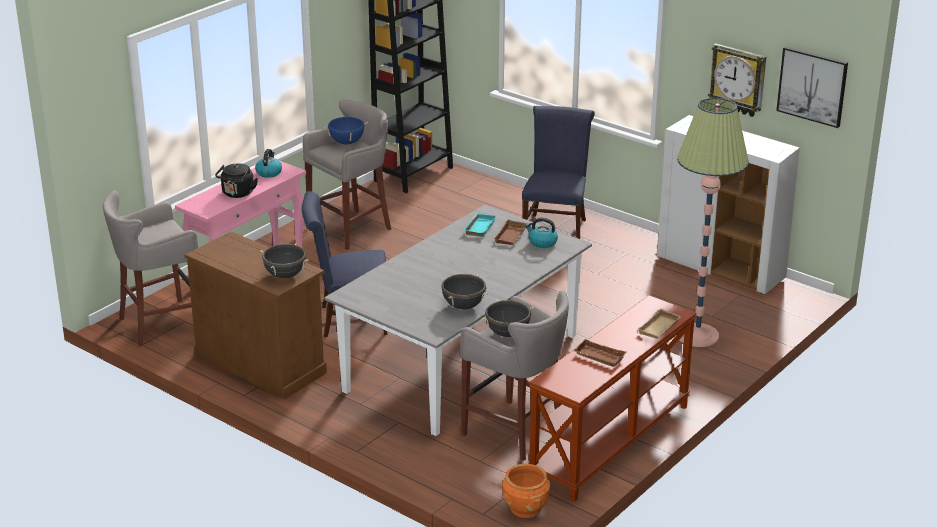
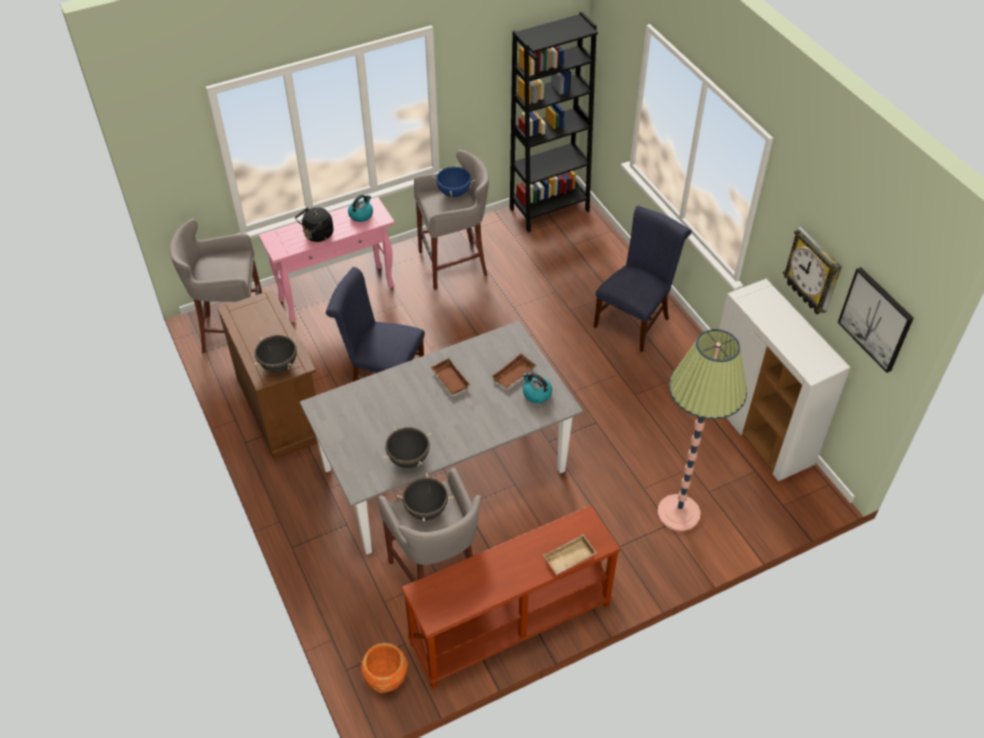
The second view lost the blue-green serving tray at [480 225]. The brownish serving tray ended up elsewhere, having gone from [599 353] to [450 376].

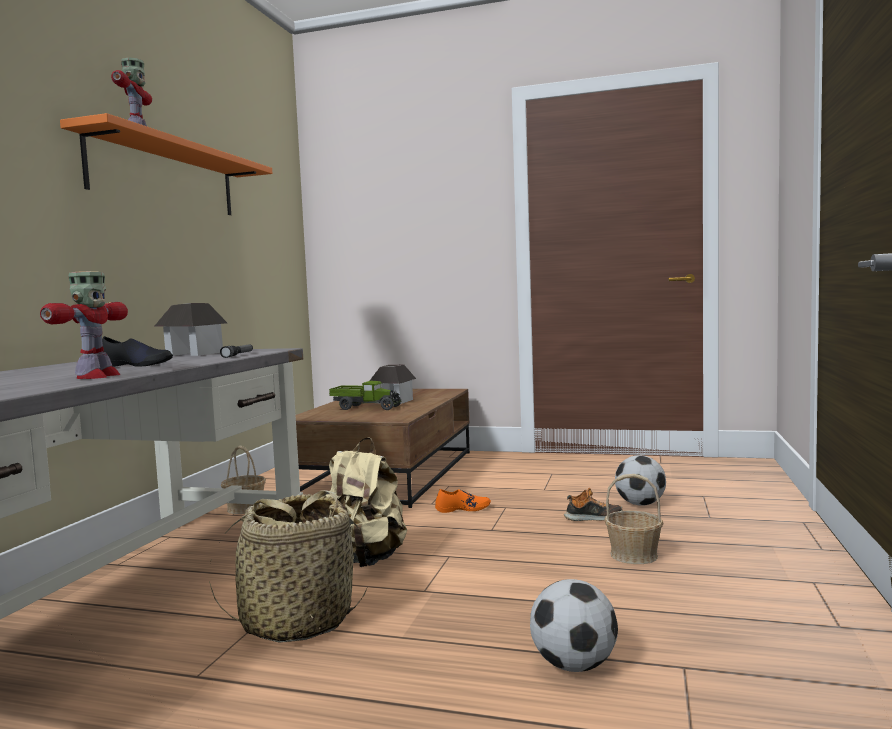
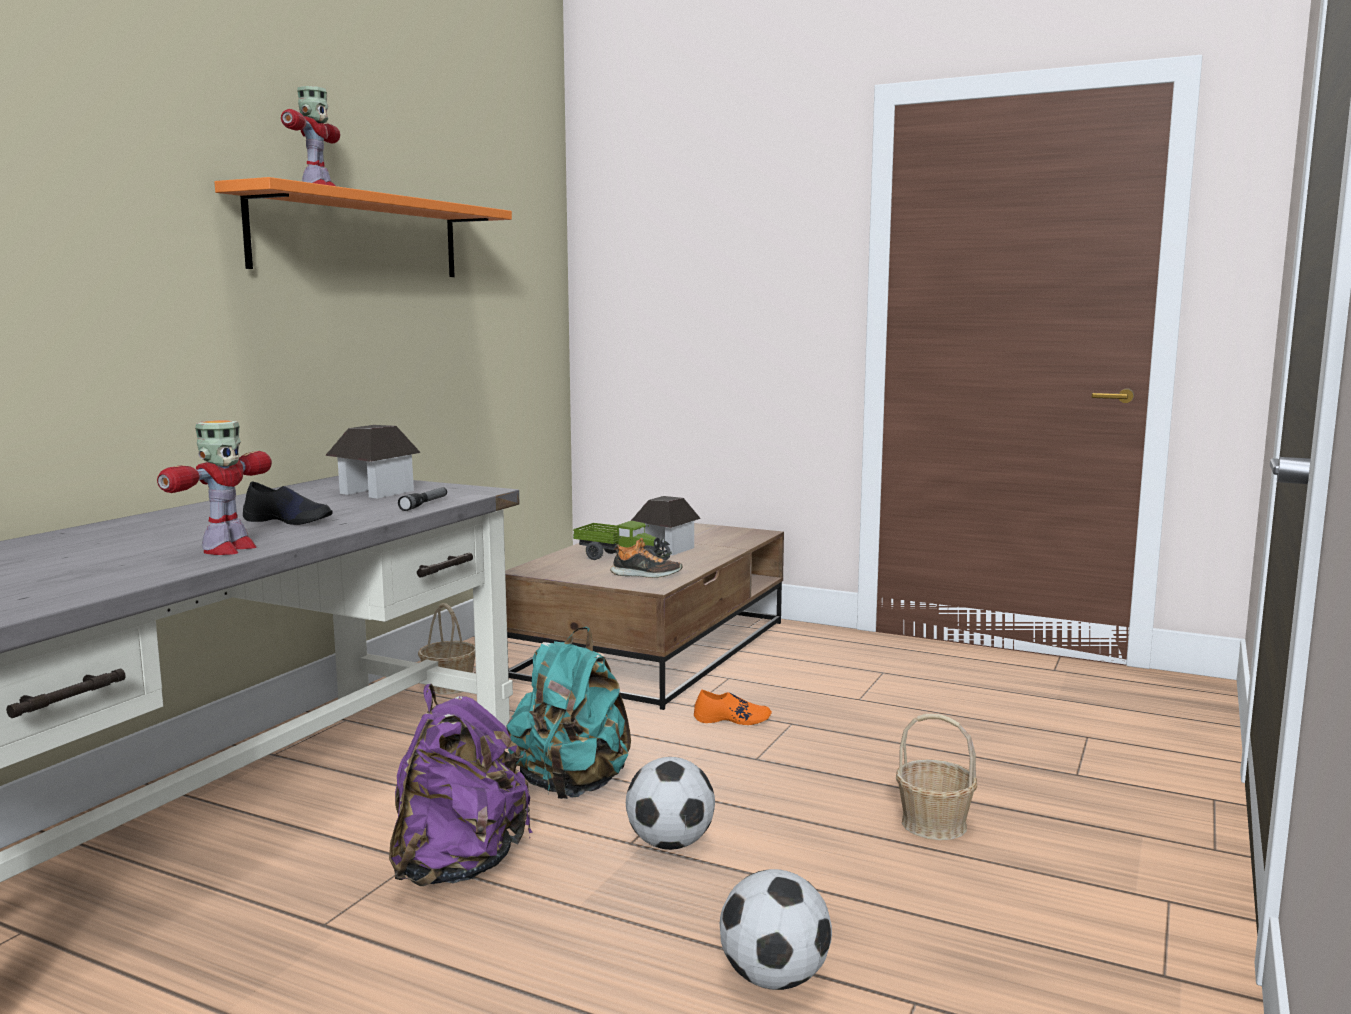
Where the household basket stood at [288 566], the purplish rucksack came to stand at [461 785]. What was the beige-coloured rucksack at [366 502] turned into the blue-green rucksack at [568 713]. The low shoe ended up elsewhere, having gone from [593 504] to [646 558]. The football ended up elsewhere, having gone from [640 480] to [670 803].

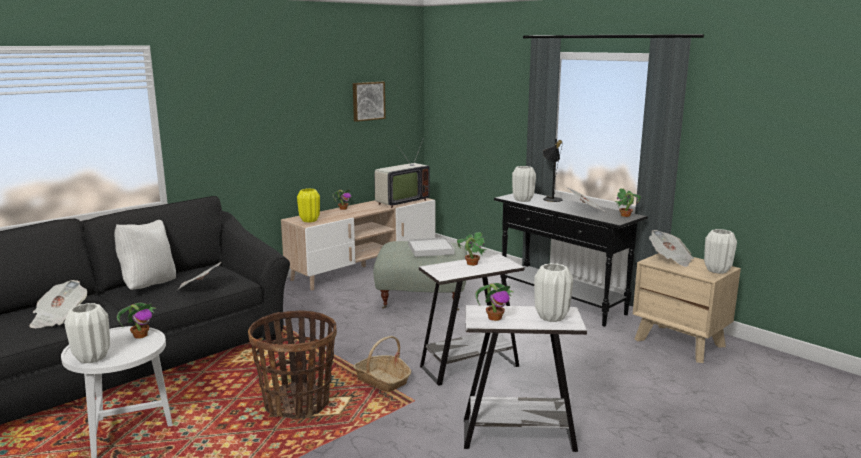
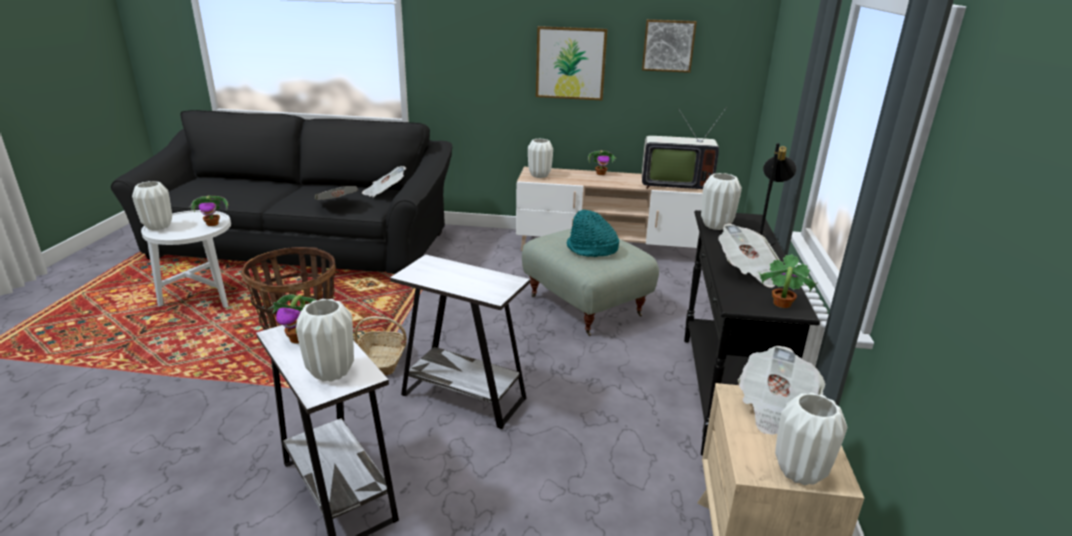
The printed paper ended up elsewhere, having gone from [58 304] to [384 181]. The second view lost the white throw pillow at [145 255]. What was the yellowish vase at [308 205] turned into the white vase at [540 158]. Where the white serving tray stood at [431 247], the blue-green hat came to stand at [593 233]. The second view lost the houseplant at [472 249]. The second view gained the wall art at [571 63].

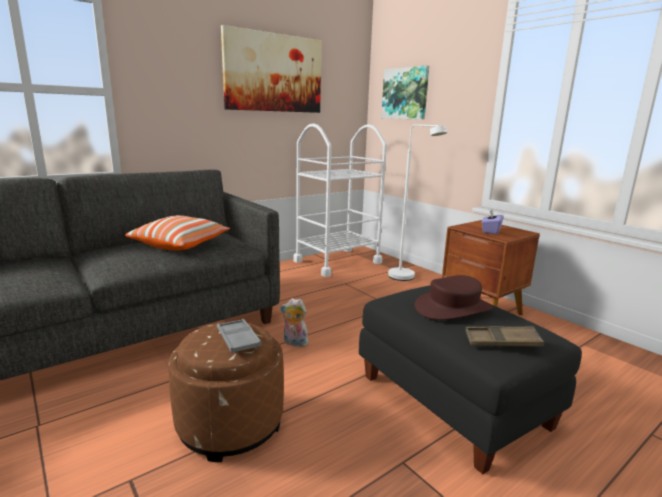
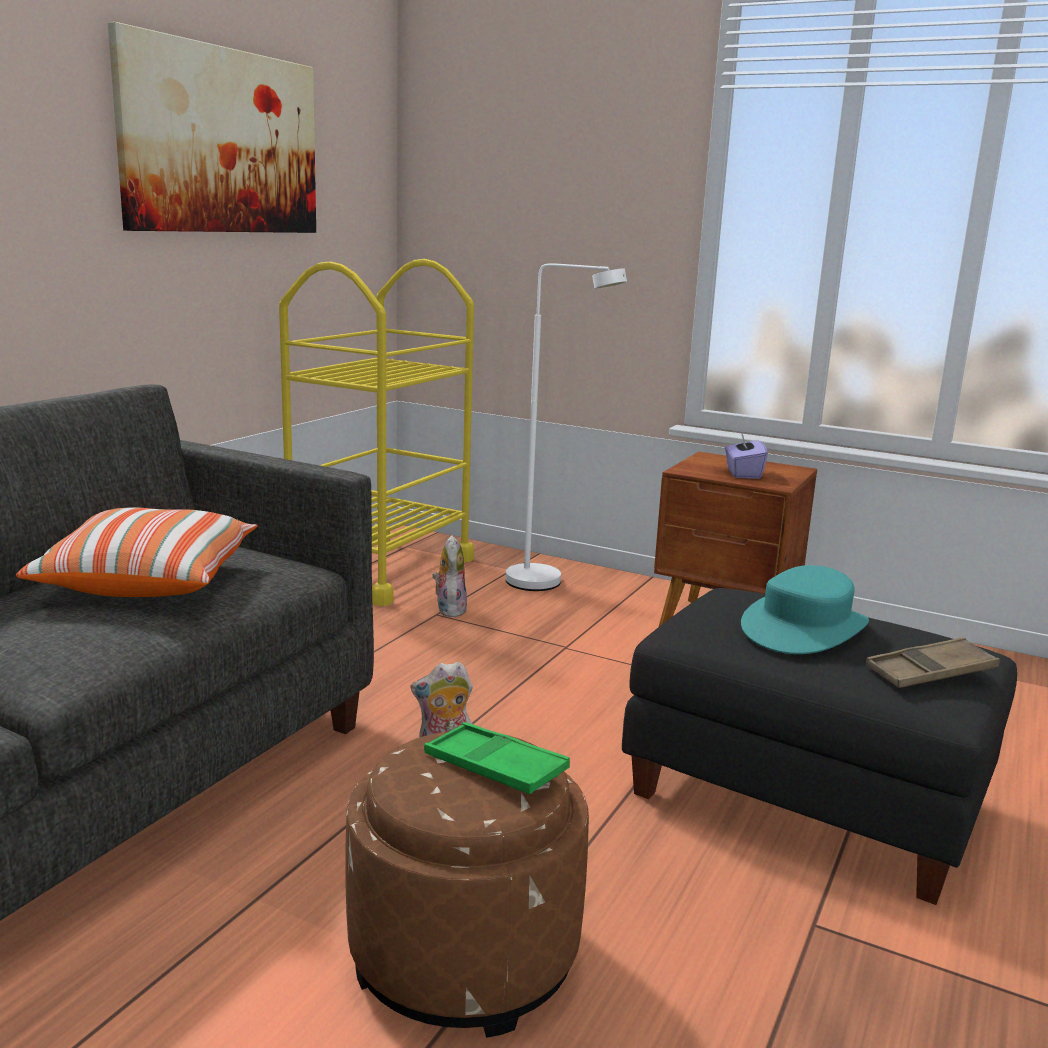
What was the gray serving tray at [239 336] turned into the greenish serving tray at [497 758]. What was the white cart at [340 200] turned into the yellowish cart at [376 432]. The second view lost the wall art at [405 93]. What was the brownish hat at [454 297] turned into the blue-green hat at [805 609]. The second view gained the soft toy at [449 576].

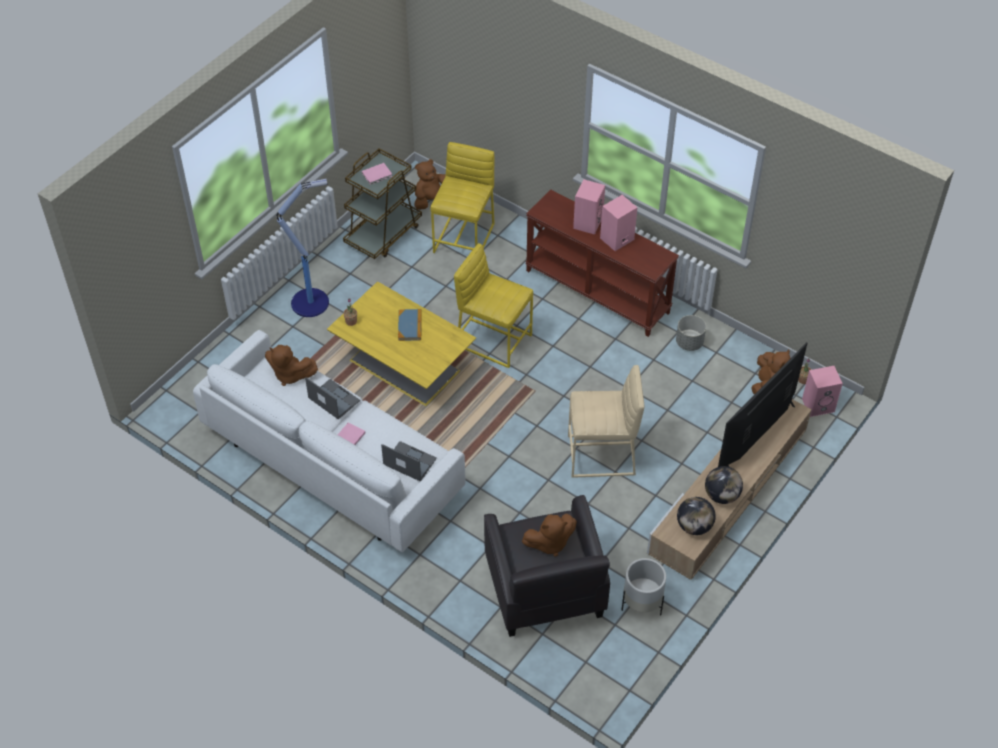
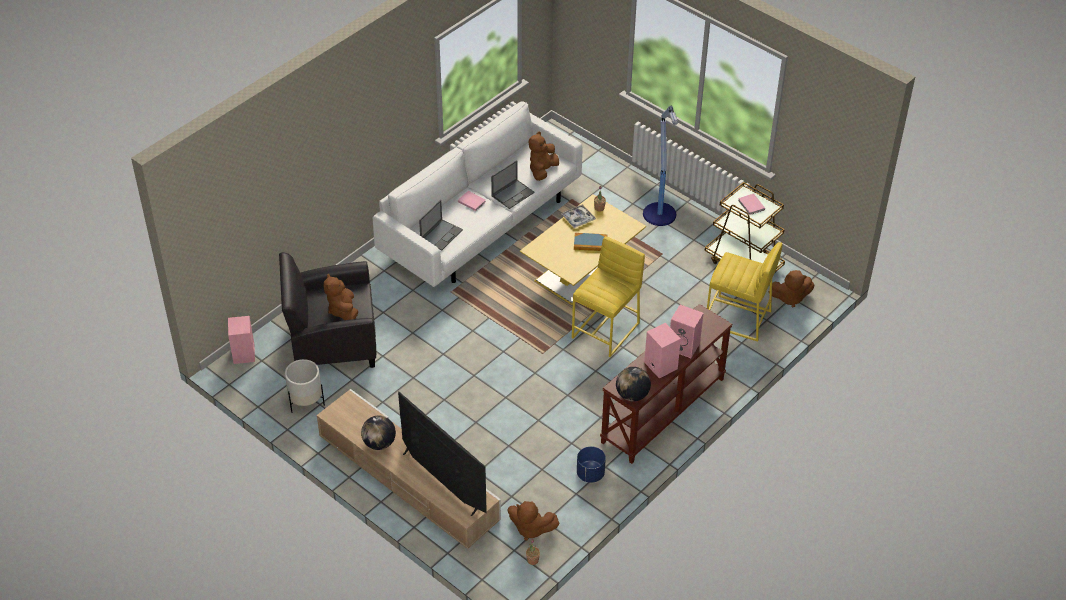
The brownish soft toy at [430 184] ended up facing another way, 120 degrees clockwise from before. The second view lost the beige-coloured stool at [606 421]. What was the gray planter at [691 333] turned into the blue planter at [591 464]. The globe ended up elsewhere, having gone from [696 516] to [633 384]. The pink-coloured audio speaker ended up elsewhere, having gone from [822 391] to [241 340]. The second view gained the serving tray at [578 216].

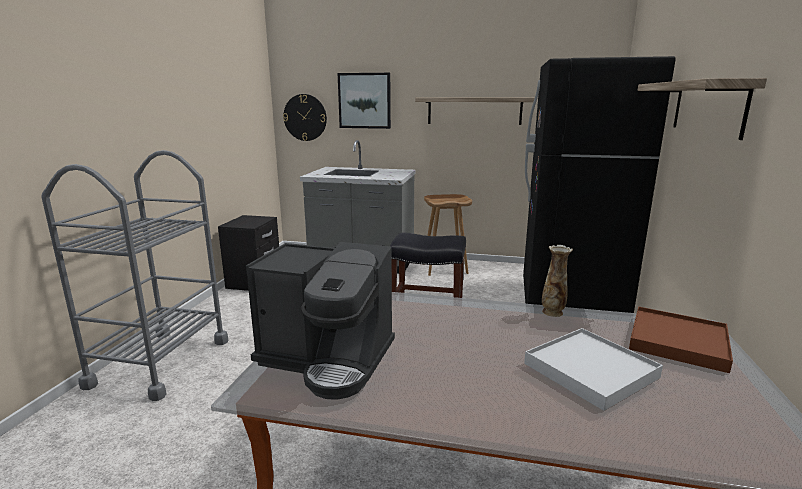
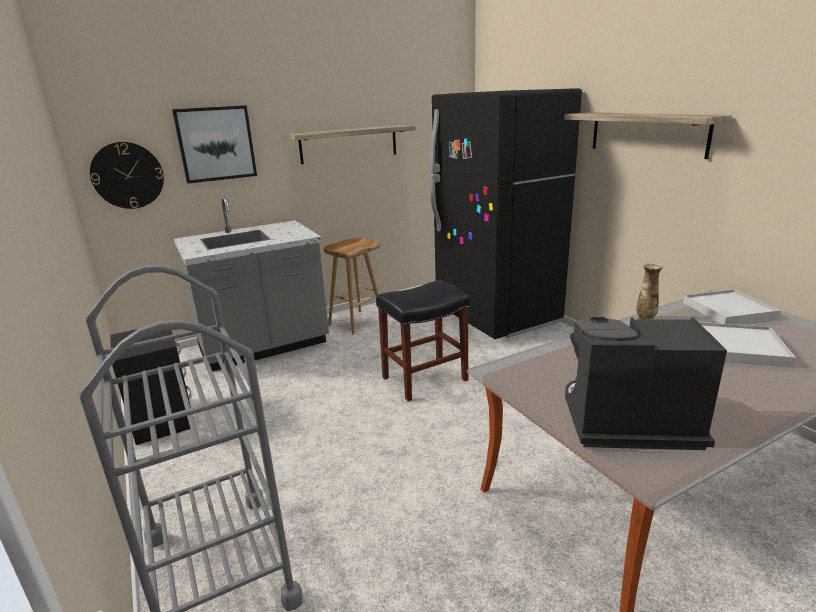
The coffee brewer at [320 321] ended up facing another way, 150 degrees counterclockwise from before. What was the brownish serving tray at [681 339] turned into the white serving tray at [732 306].

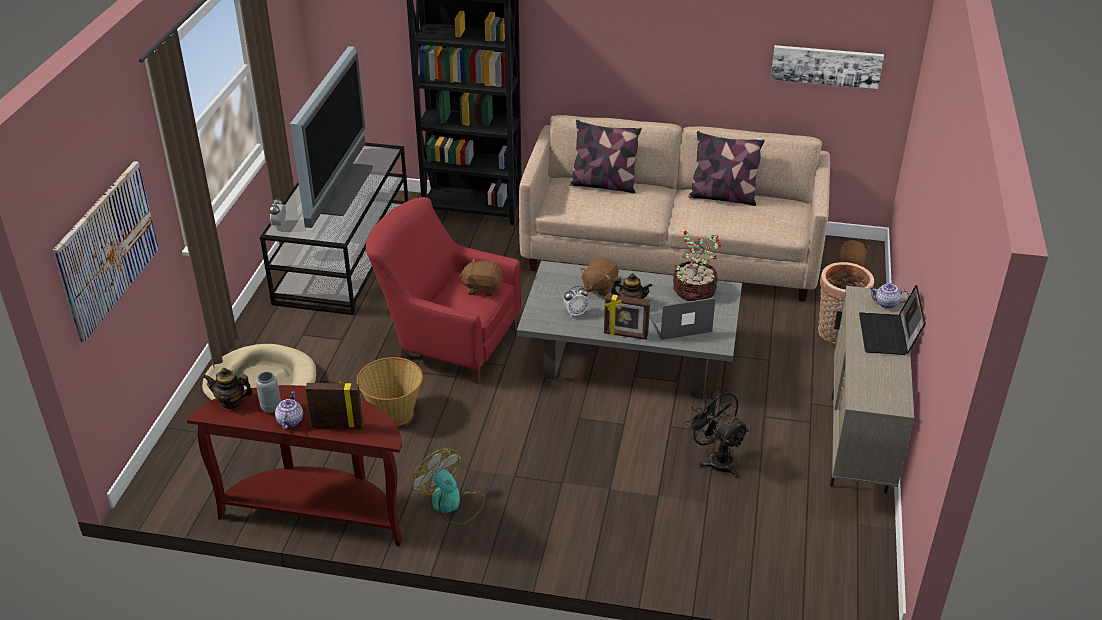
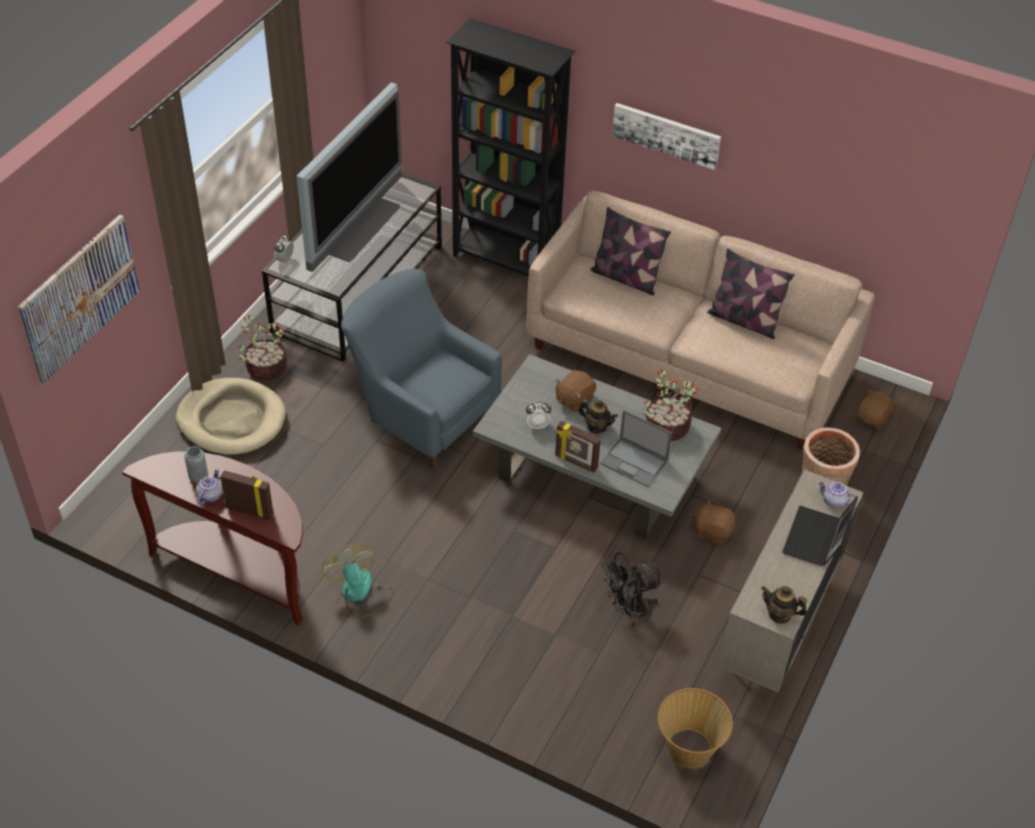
The teapot ended up elsewhere, having gone from [228 389] to [784 605]. The household basket ended up elsewhere, having gone from [390 391] to [695 728]. What was the red-coloured easy chair at [443 290] turned into the blue easy chair at [421 369]. The brownish soft toy ended up elsewhere, having gone from [481 277] to [713 521]. The notebook computer at [682 319] ended up facing another way, 150 degrees counterclockwise from before. The blackish fan at [717 432] ended up facing another way, 90 degrees counterclockwise from before. The wall art ended up elsewhere, having gone from [827 67] to [666 136]. The second view gained the houseplant at [262 348].

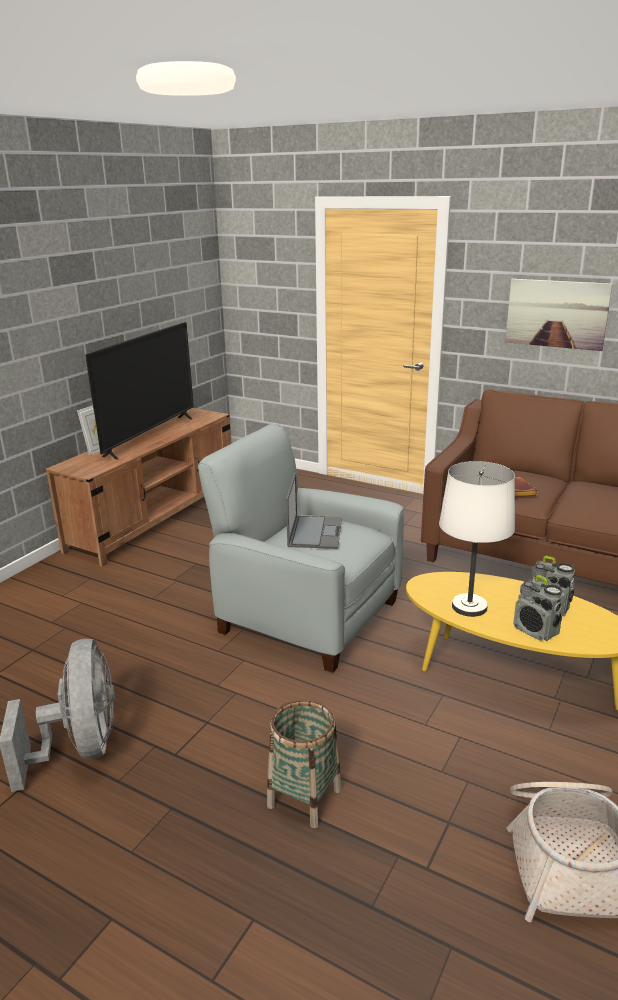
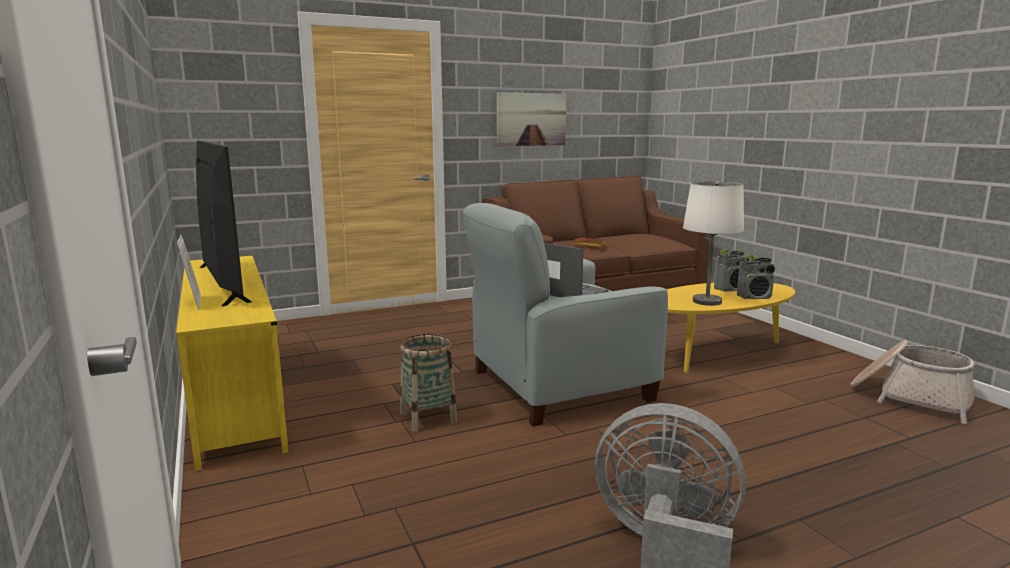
What was the brownish tv stand at [138 487] turned into the yellowish tv stand at [232 363]. The household basket ended up elsewhere, having gone from [304 763] to [428 382].

